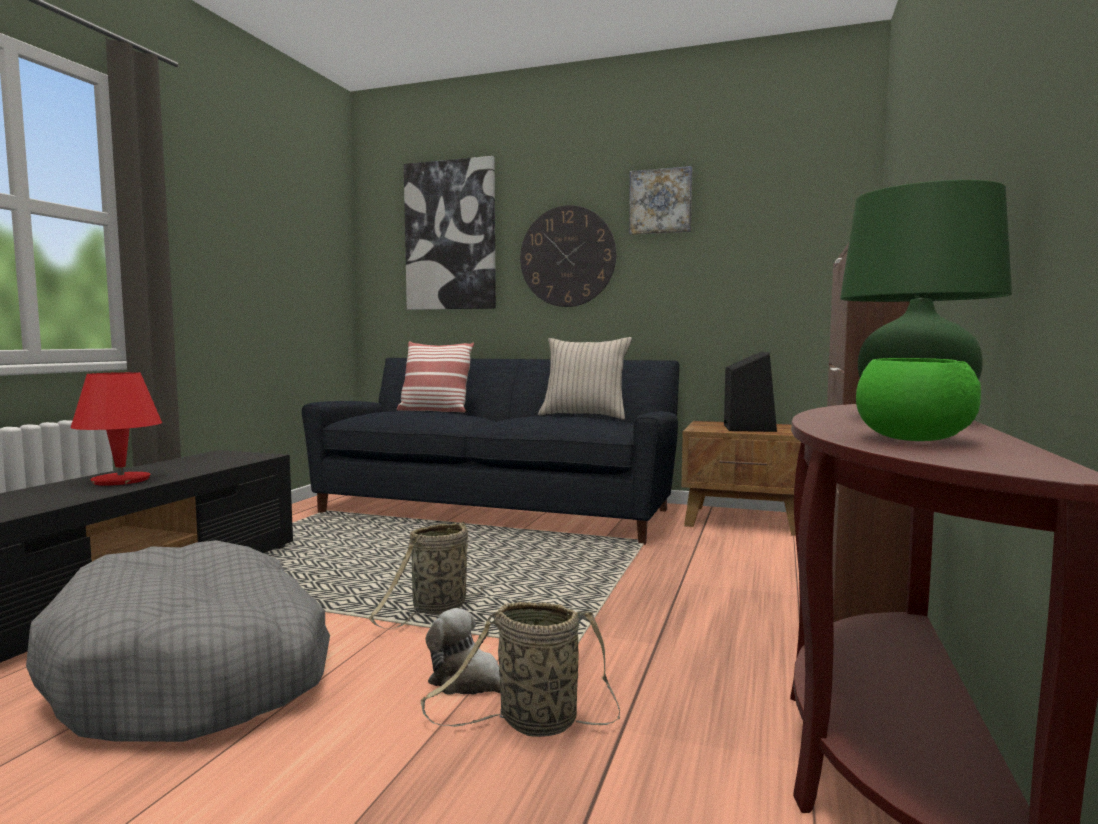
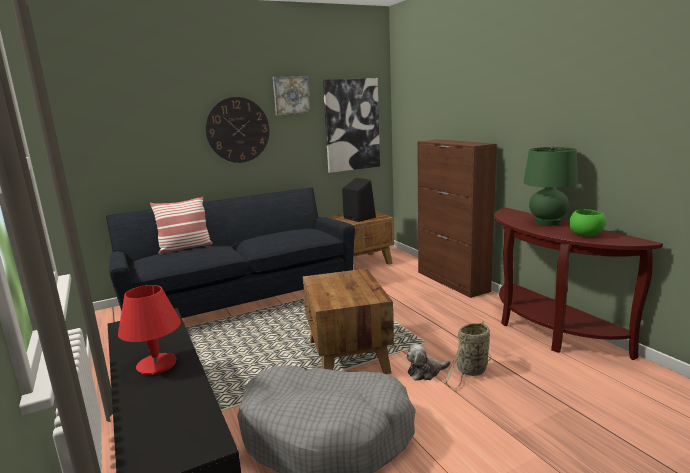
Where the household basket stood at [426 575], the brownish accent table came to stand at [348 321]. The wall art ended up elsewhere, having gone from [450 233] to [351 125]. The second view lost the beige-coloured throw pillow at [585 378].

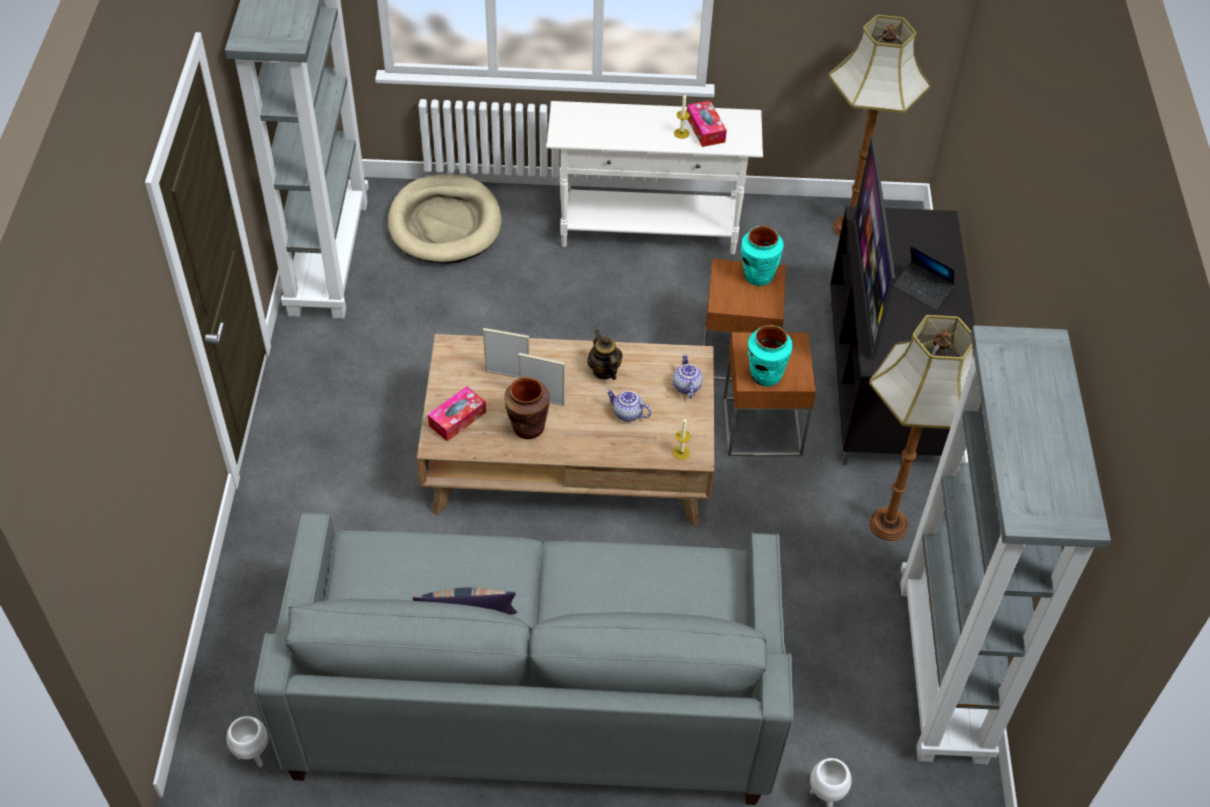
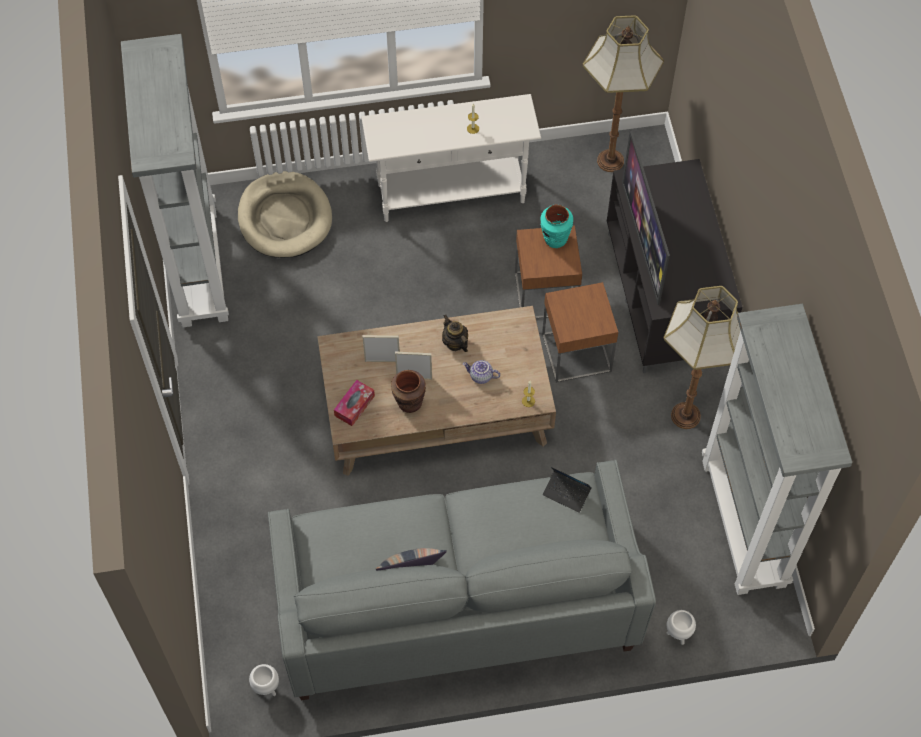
The second view lost the teapot at [688 376]. The second view lost the tissue box at [707 123]. The second view lost the blue-green vase at [770 355]. The notebook computer ended up elsewhere, having gone from [924 278] to [567 490].

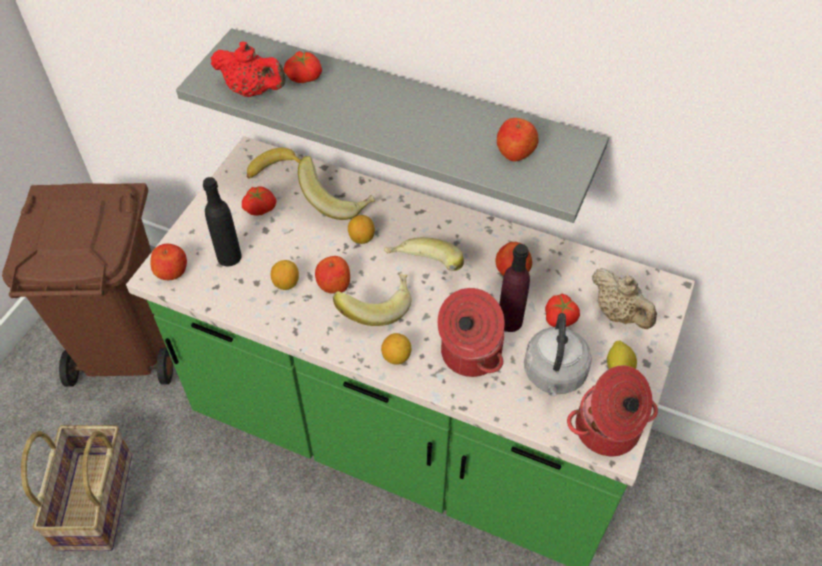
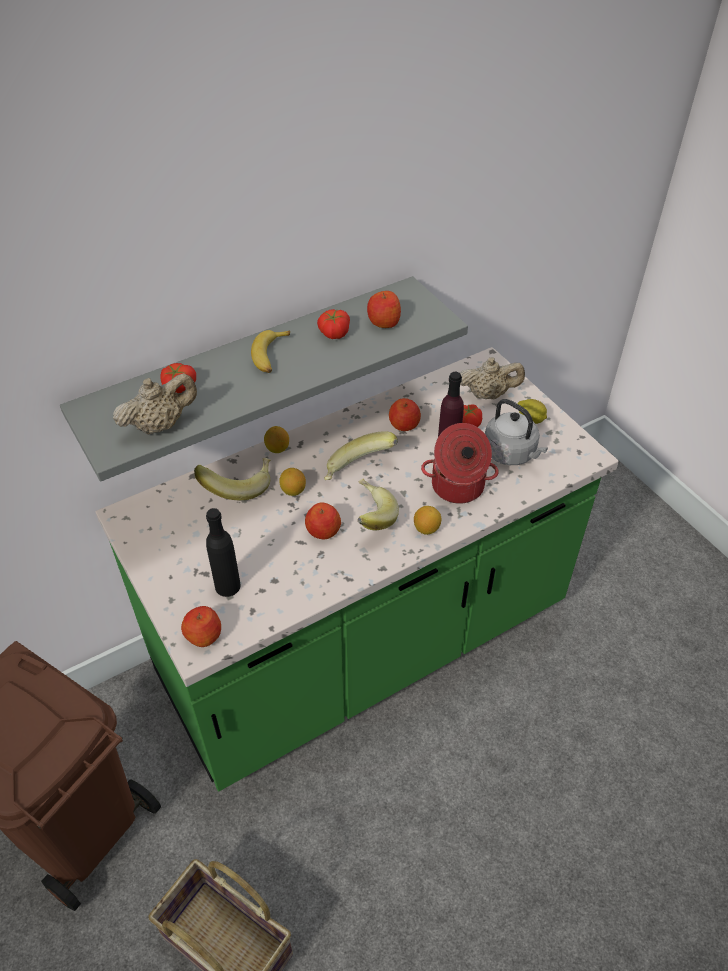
What was the red-coloured teapot at [248 69] turned into the beige-coloured teapot at [155 404]. The tomato ended up elsewhere, having gone from [259 201] to [333 324]. The banana ended up elsewhere, having gone from [274 163] to [270 351]. The whole lemon ended up elsewhere, having gone from [285 275] to [276 439]. The second view lost the stockpot at [612 411].

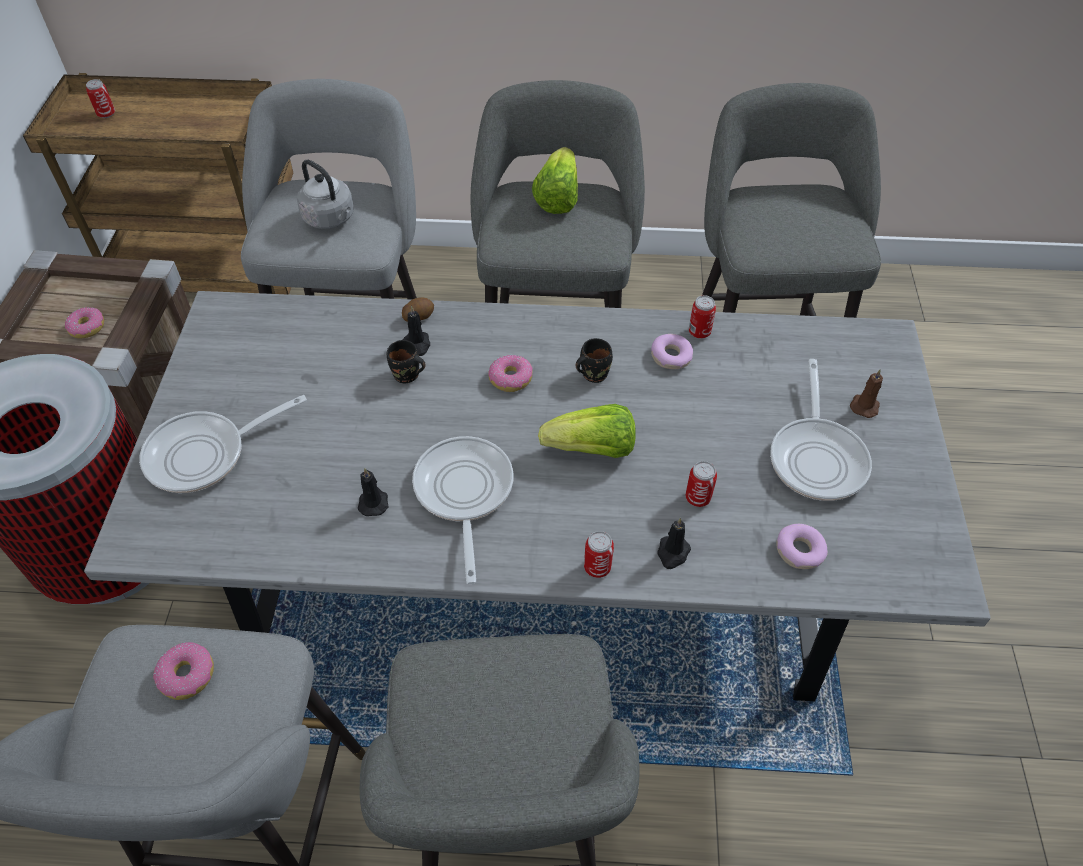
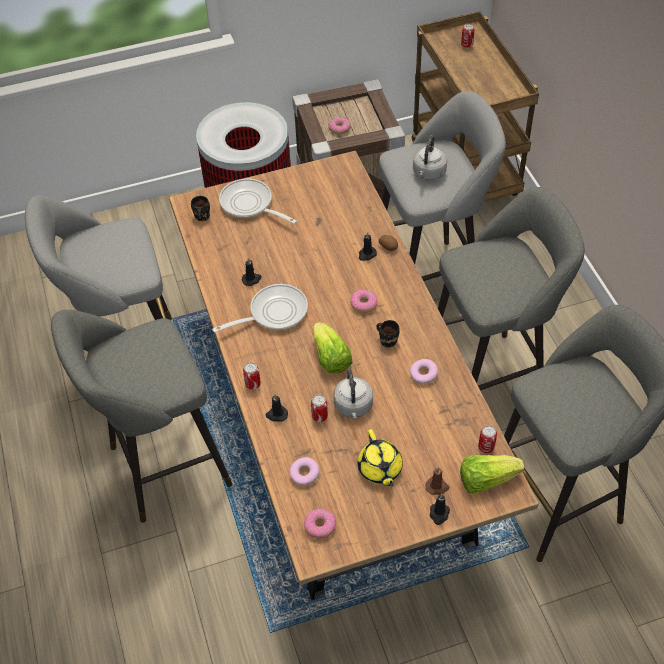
What was the gray dinner table at [537 496] turned into the brownish dinner table at [354 375]. The doughnut ended up elsewhere, having gone from [183 671] to [320 524]. The blackish coffee mug ended up elsewhere, having gone from [406 361] to [200 208]. The head of lettuce ended up elsewhere, having gone from [555 180] to [492 474]. The can ended up elsewhere, having gone from [702 316] to [487 439]. Where the skillet stood at [821 430], the yellowish teapot came to stand at [380 457]. The second view gained the gray kettle at [353 393]. The second view gained the blackish wax light at [440 509].

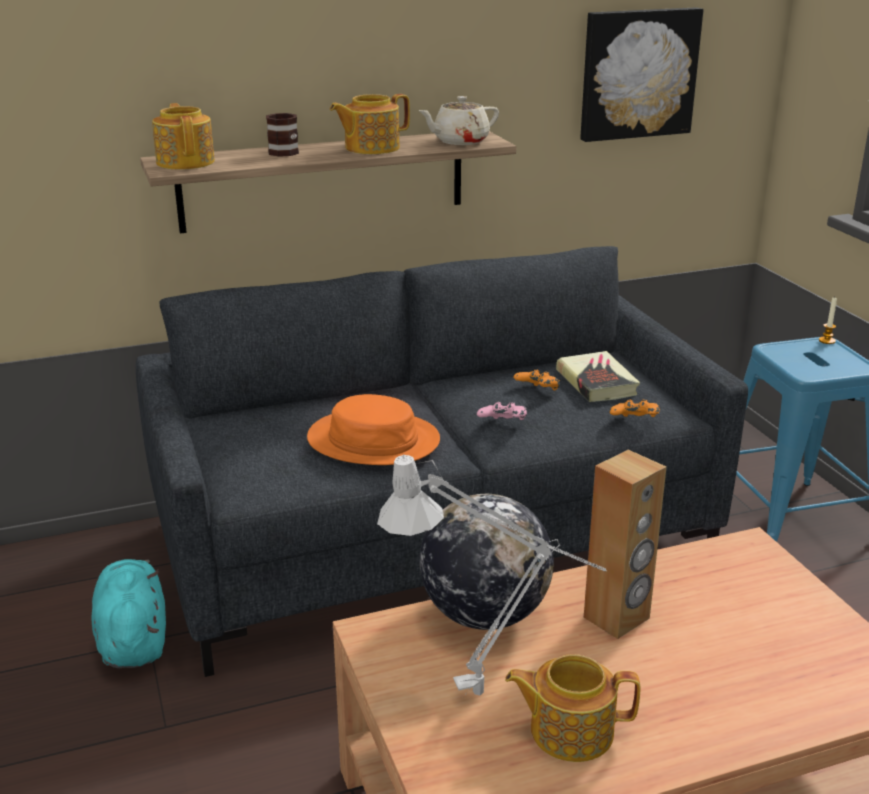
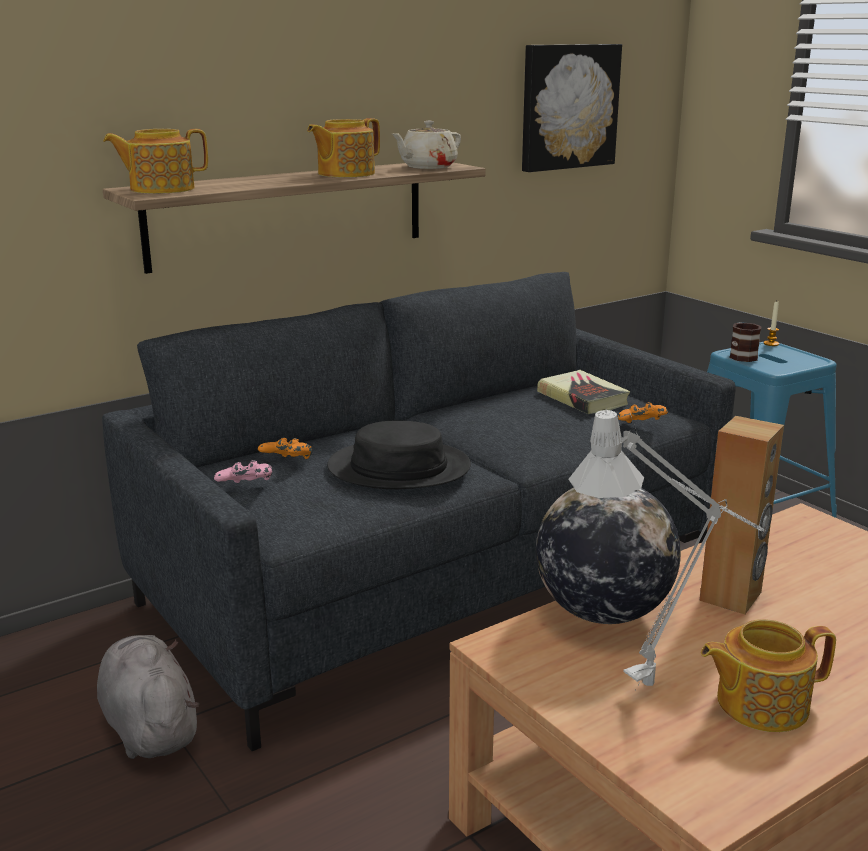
What was the blue-green soft toy at [129 613] turned into the gray soft toy at [148 697]. The teapot at [183 136] ended up facing another way, 75 degrees counterclockwise from before. The coffee mug ended up elsewhere, having gone from [282 135] to [745 342]. What was the orange-coloured hat at [373 429] turned into the blackish hat at [399 455]. The pink-coloured gamepad ended up elsewhere, having gone from [502 411] to [243 471]. The orange-coloured gamepad ended up elsewhere, having gone from [537 379] to [285 448].

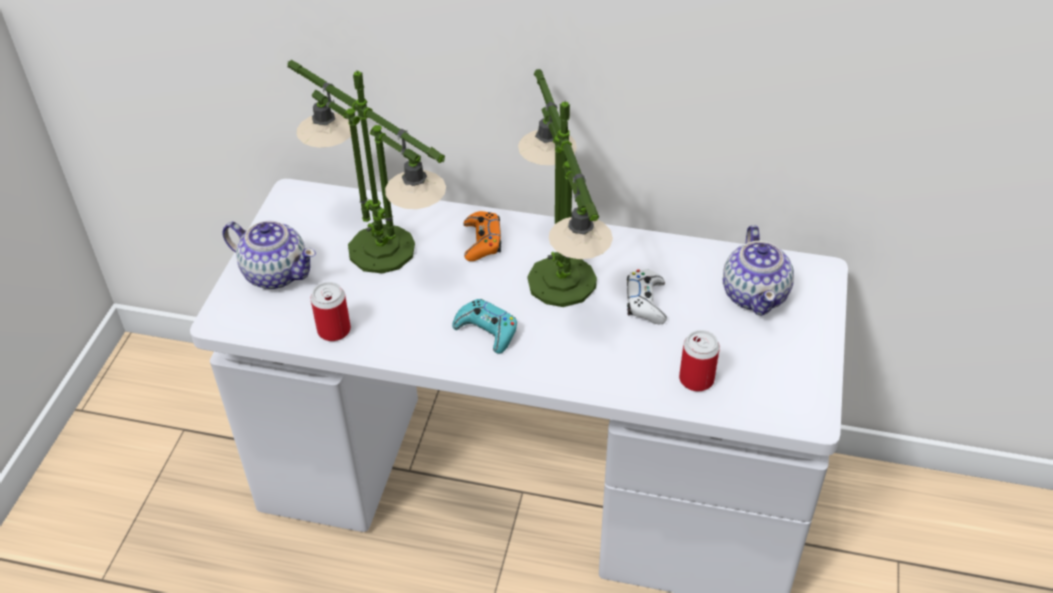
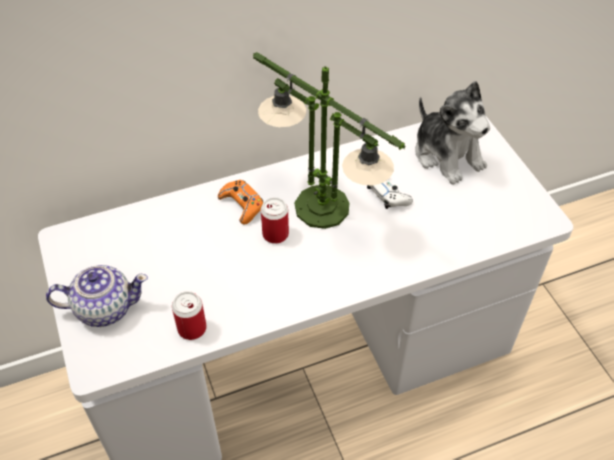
The second view lost the tabletop lamp at [366 166]. The second view lost the blue-green gamepad at [484 326]. The can ended up elsewhere, having gone from [699 360] to [275 220]. Where the teapot stood at [758 270], the soft toy came to stand at [453 133].

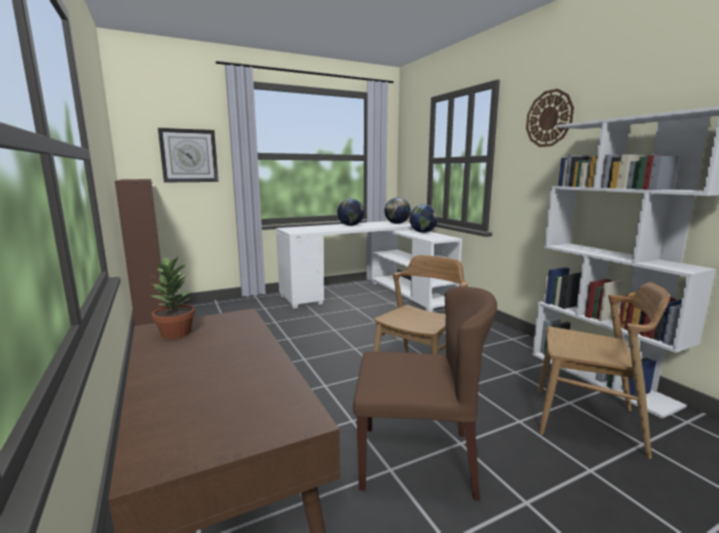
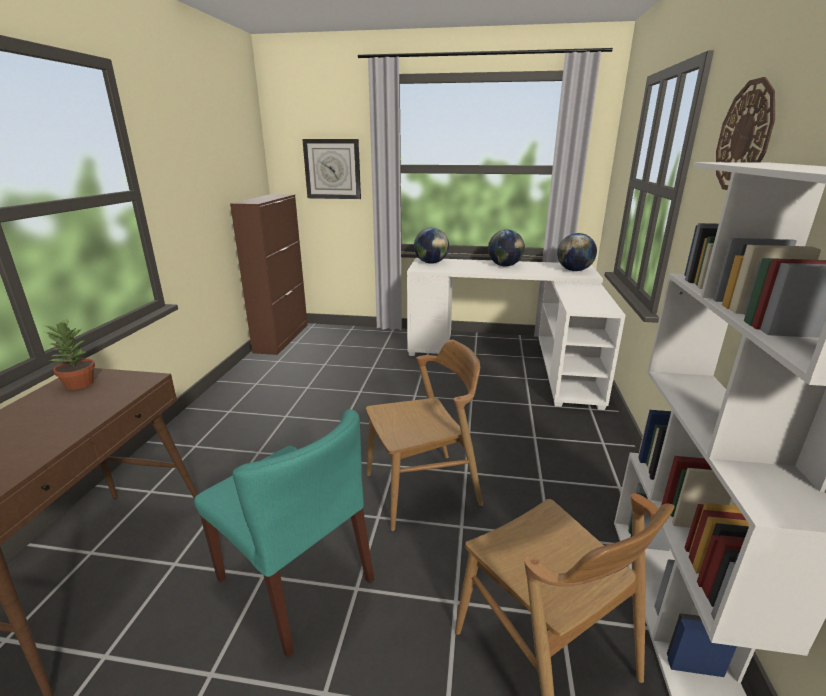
What was the brownish upright chair at [425 393] turned into the blue-green upright chair at [284 533]. The globe ended up elsewhere, having gone from [423 218] to [431 246].

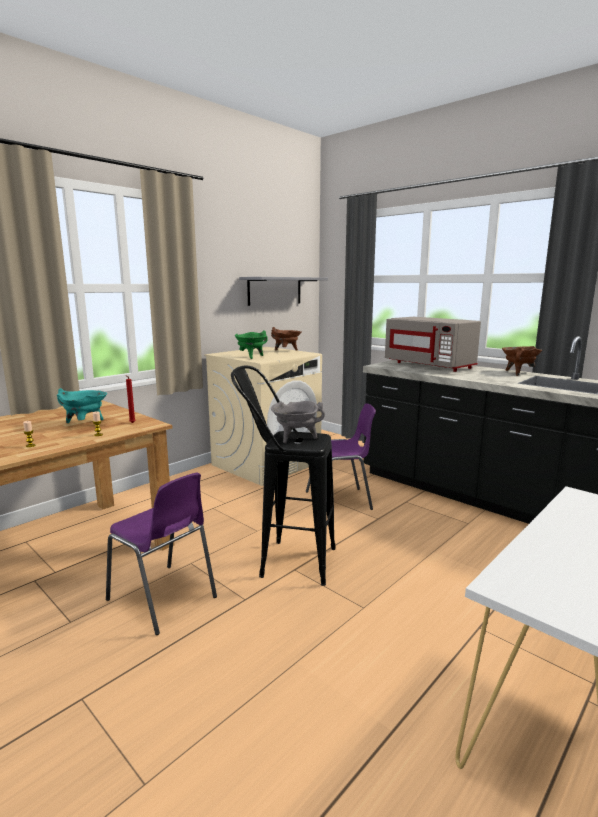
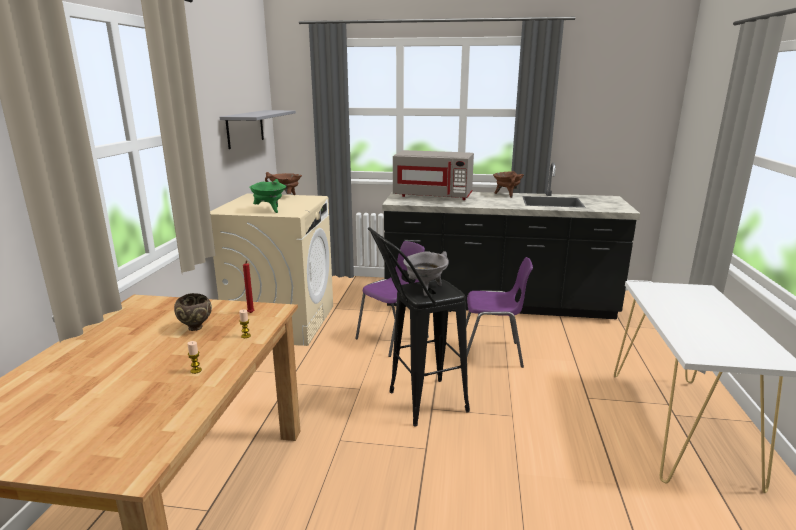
Where the blue-green stockpot stood at [82 405], the brownish serving bowl came to stand at [193 312]. The purplish upright chair ended up elsewhere, having gone from [161 554] to [499 312].

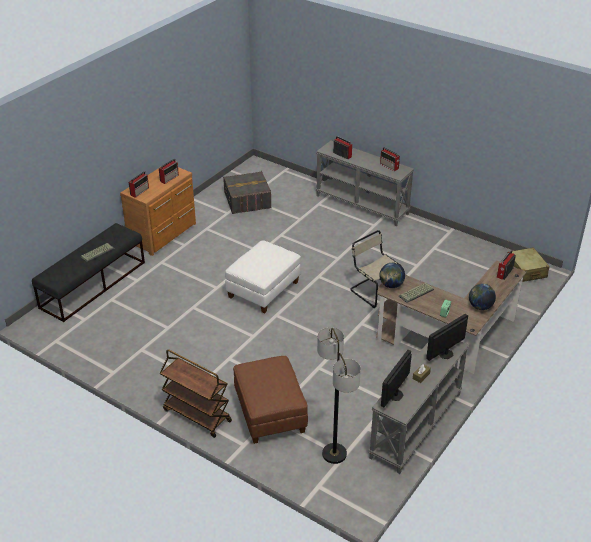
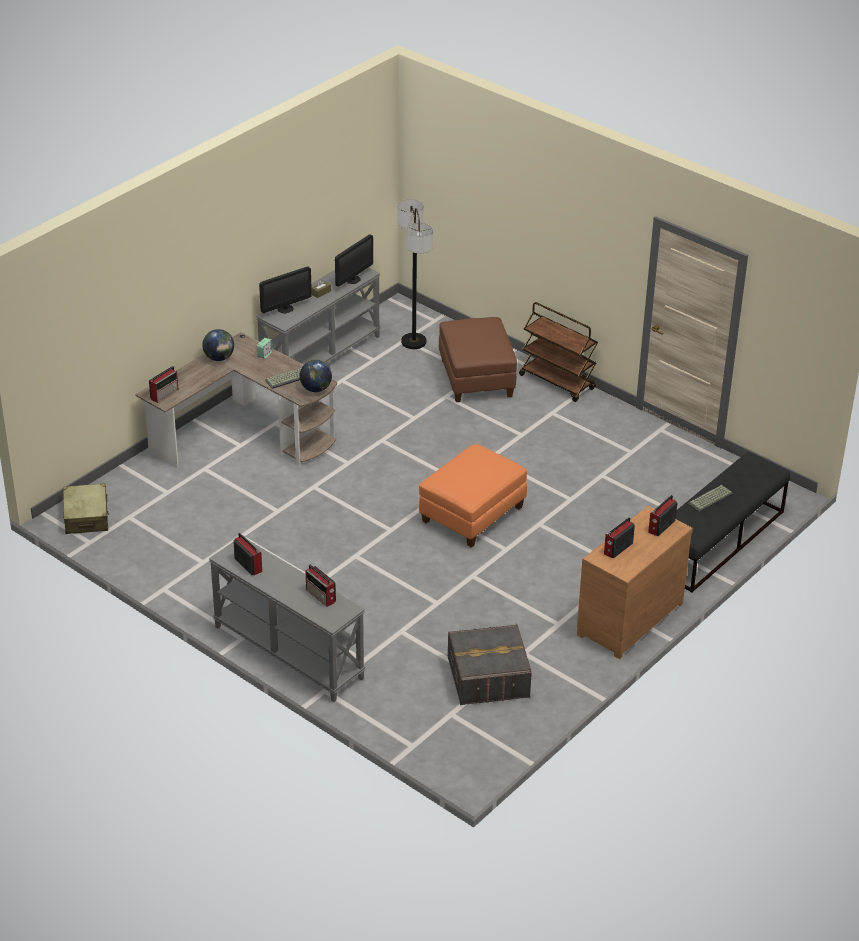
What was the white ottoman at [263 277] turned into the orange-coloured ottoman at [473 496]. The second view lost the beige-coloured upright chair at [377 269].

